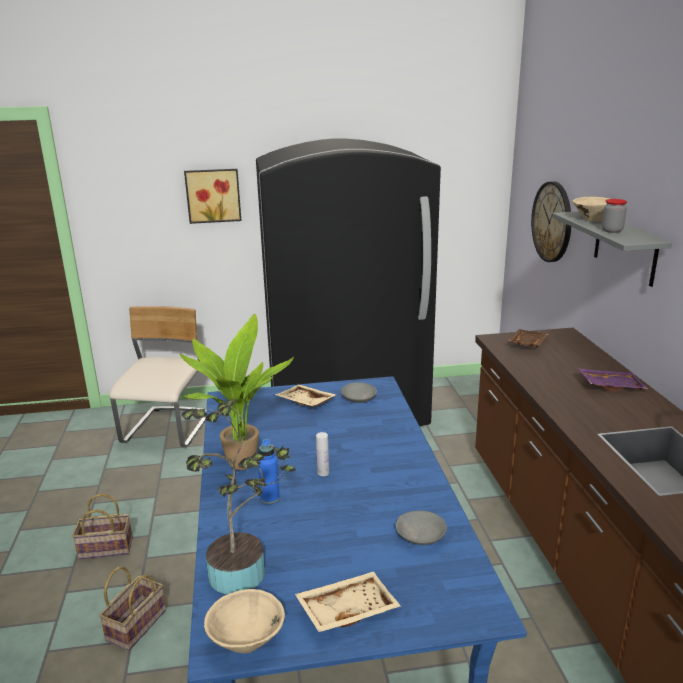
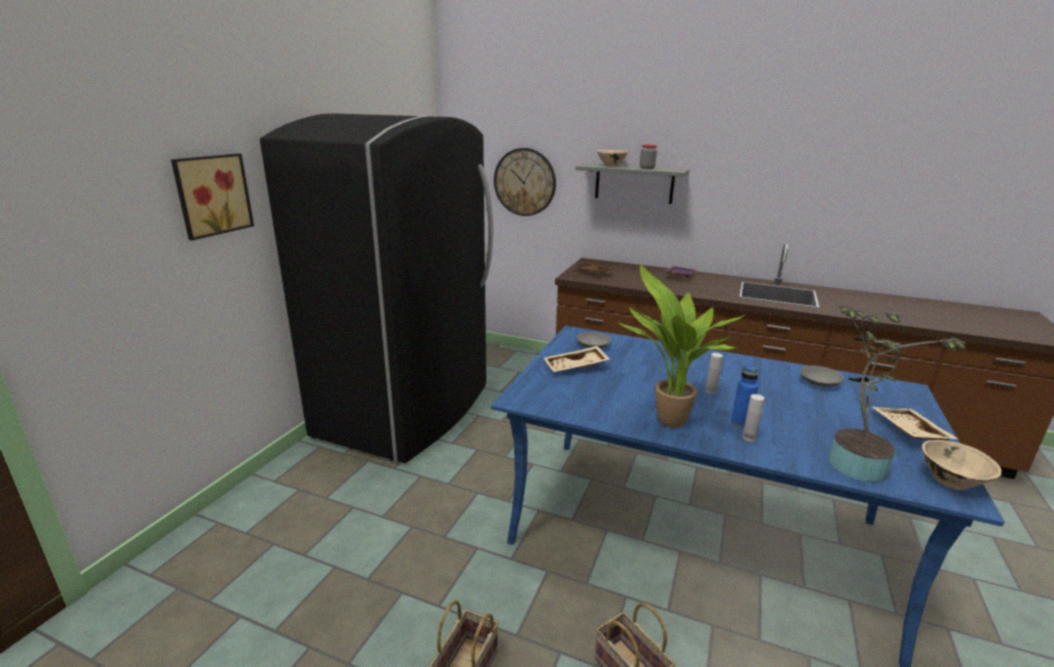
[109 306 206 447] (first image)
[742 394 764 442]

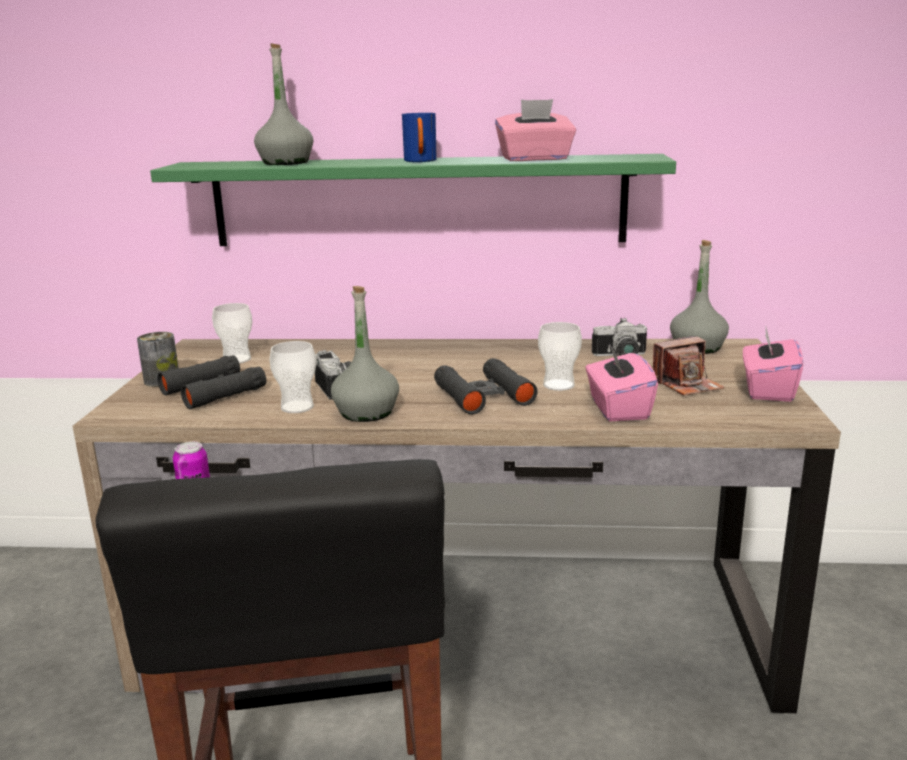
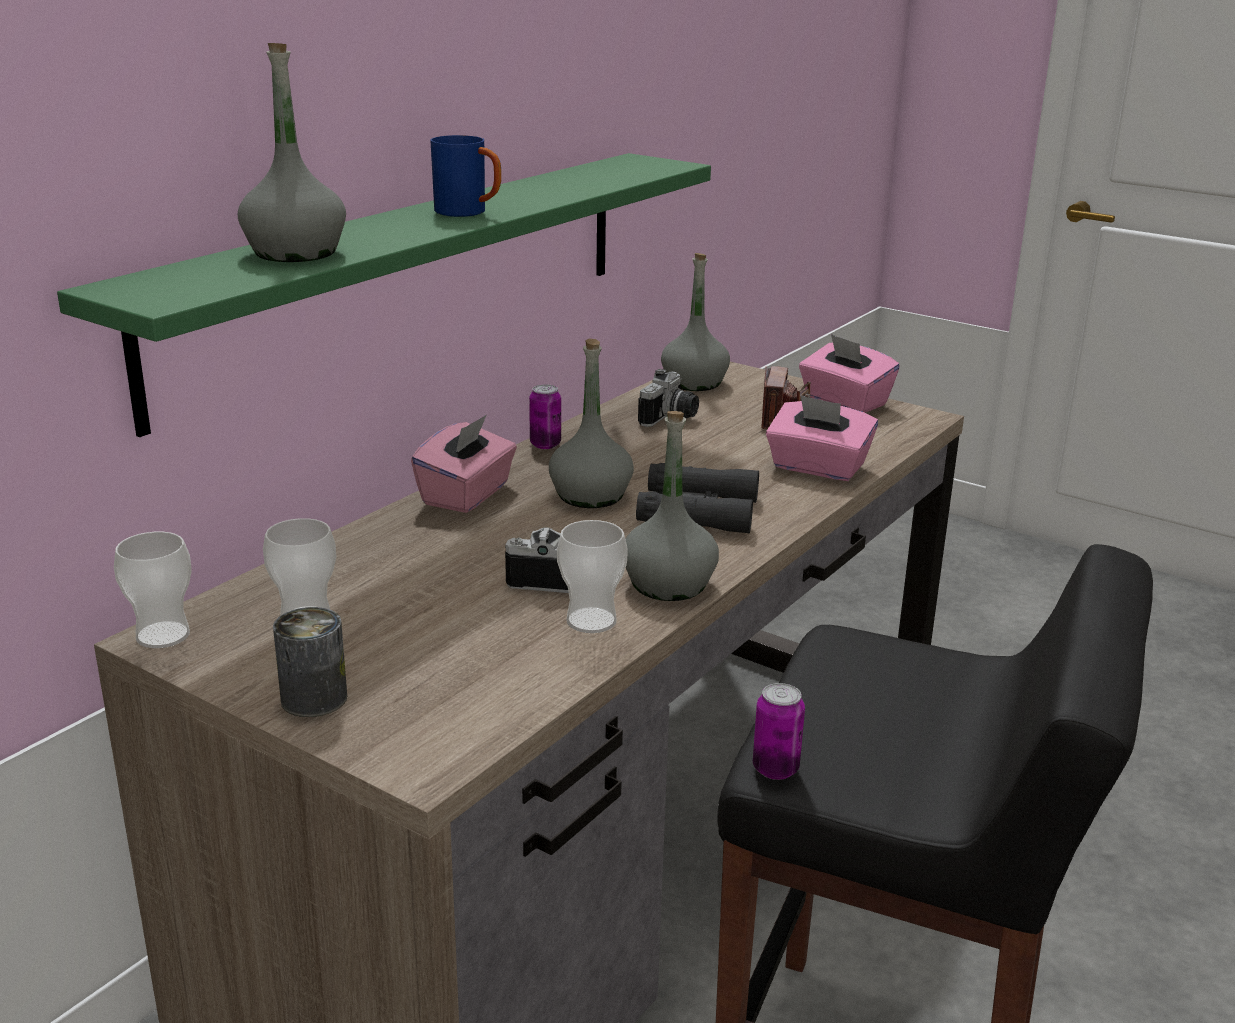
[157 355 266 409] (first image)
[411 415 517 513]
[114 532 192 648]
[529 384 561 449]
[549 338 634 508]

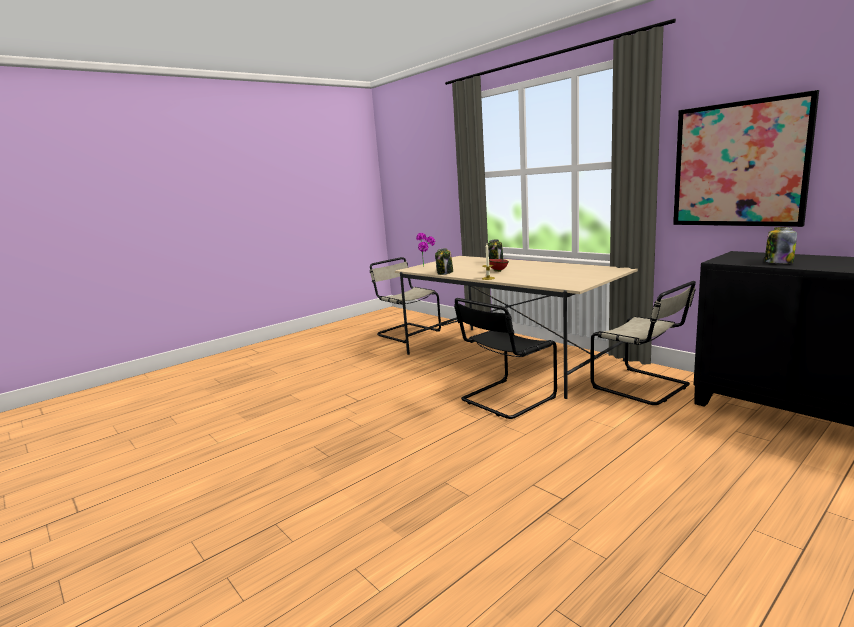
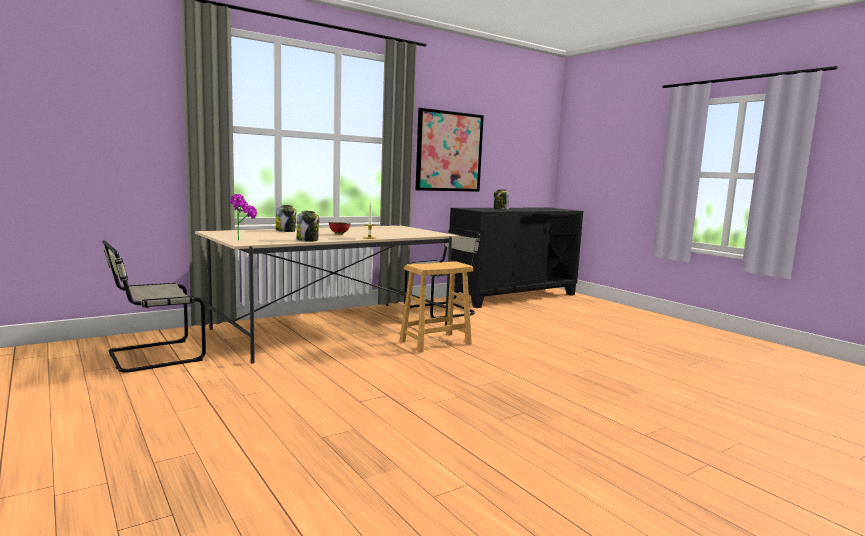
[399 261 474 353]

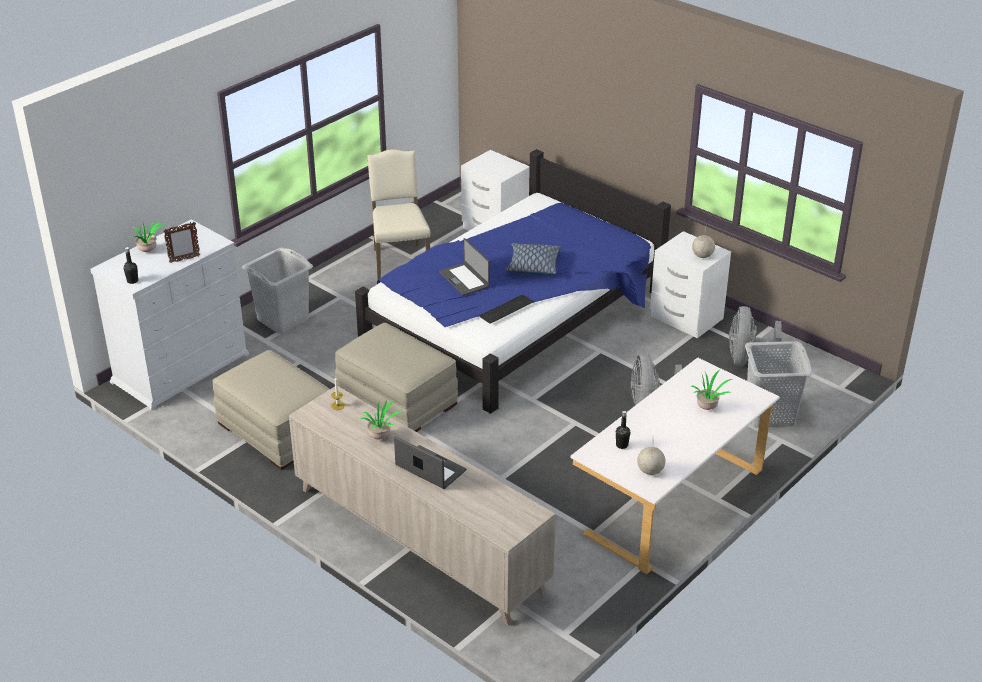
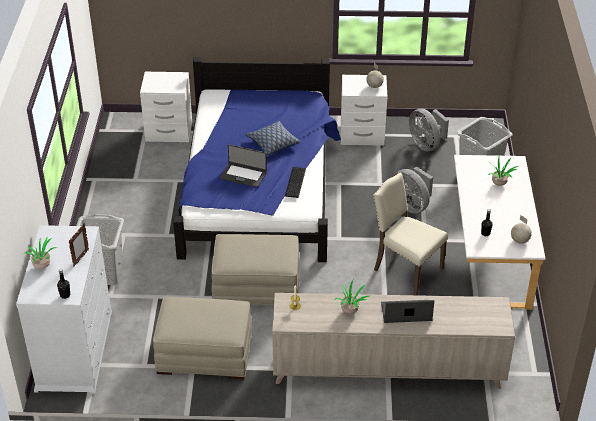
[373 173 448 295]

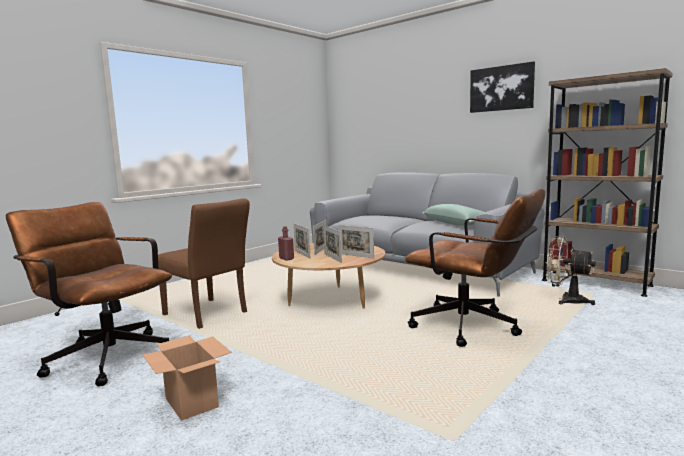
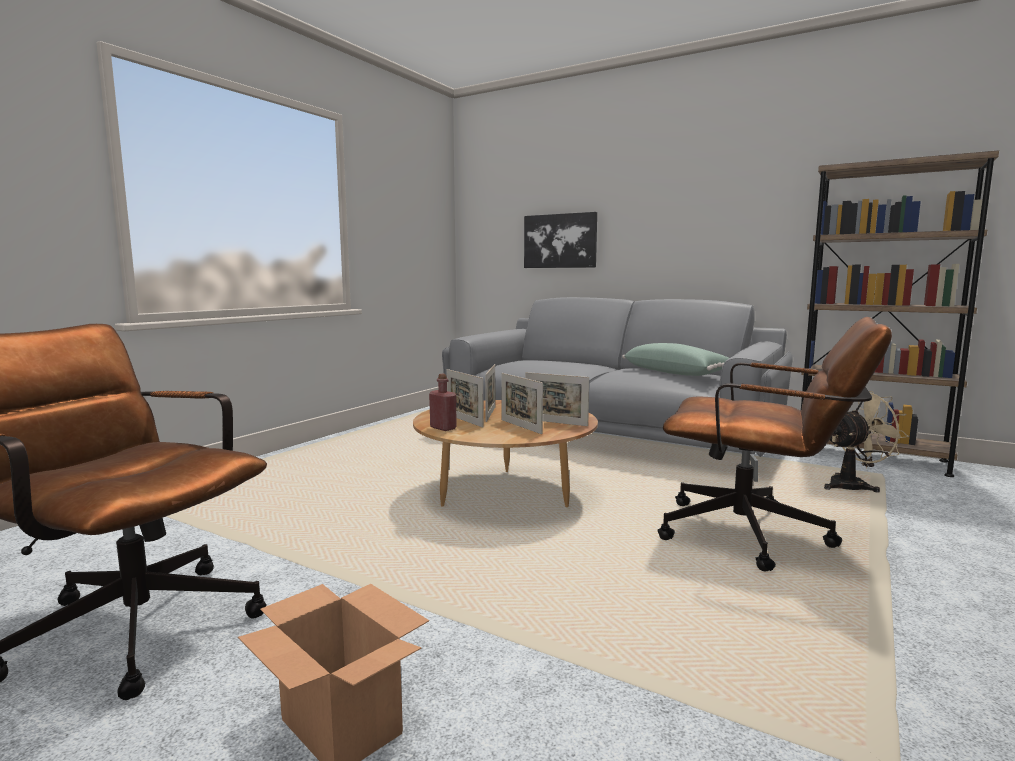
[158 198 250 329] (first image)
[524 212 597 268]
[824 391 909 493]

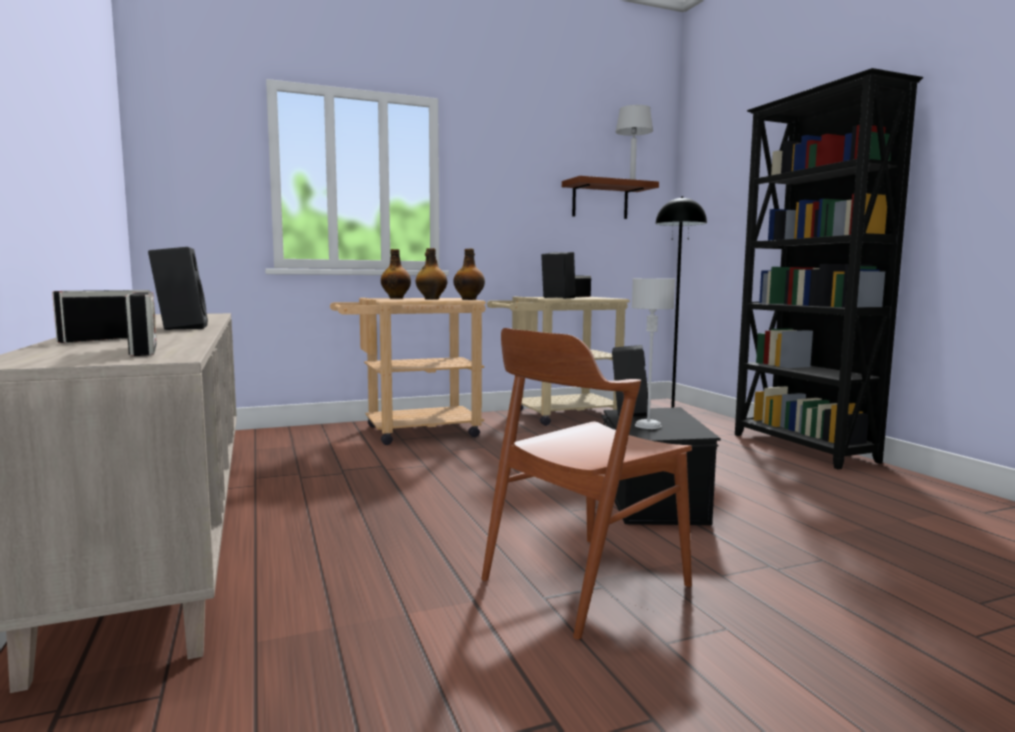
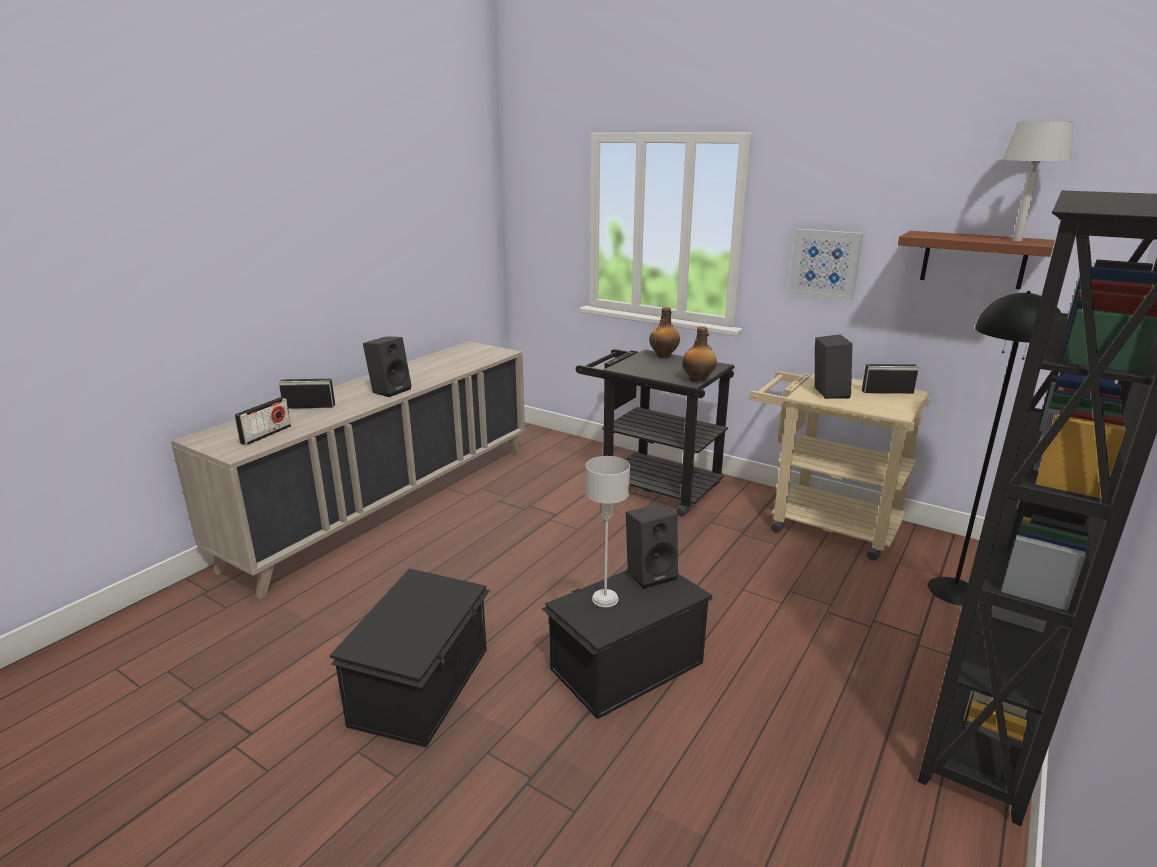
[576 349 734 516]
[416 248 448 299] (first image)
[330 569 490 748]
[788 229 863 301]

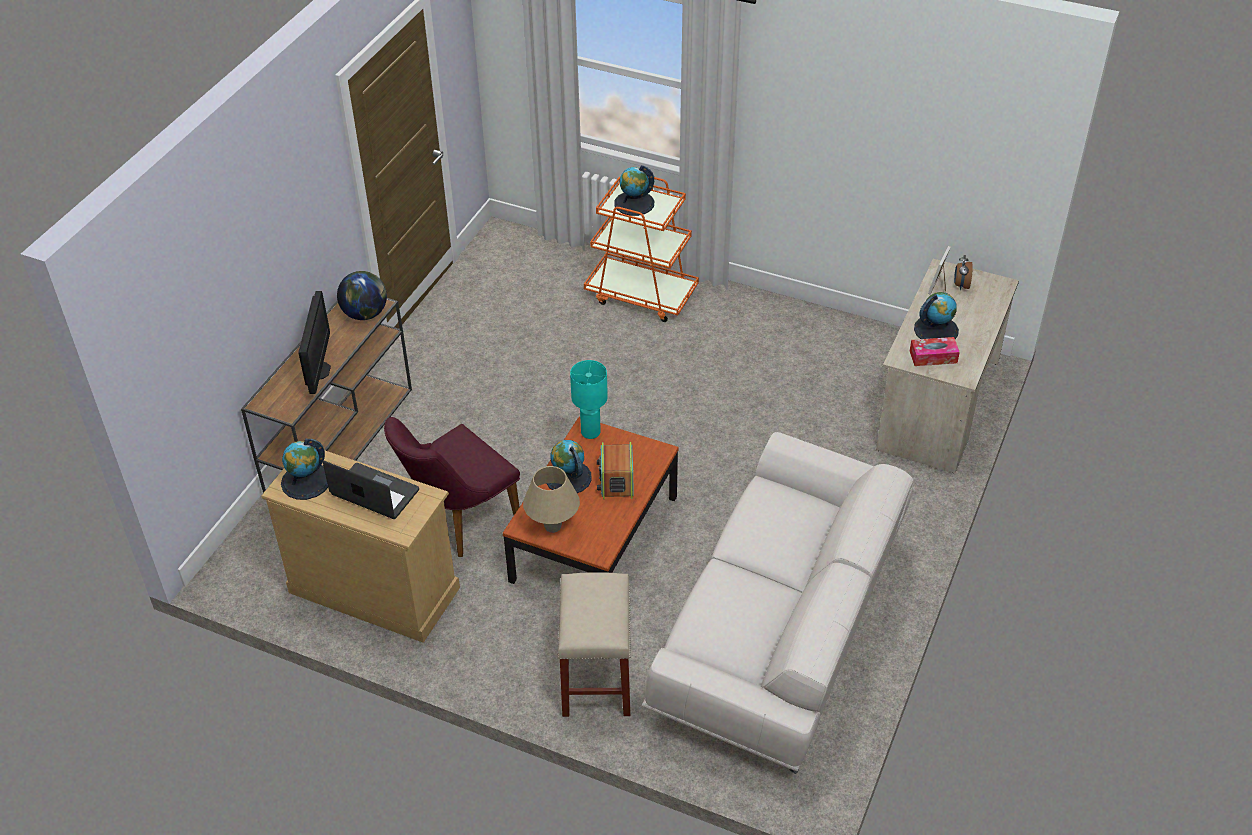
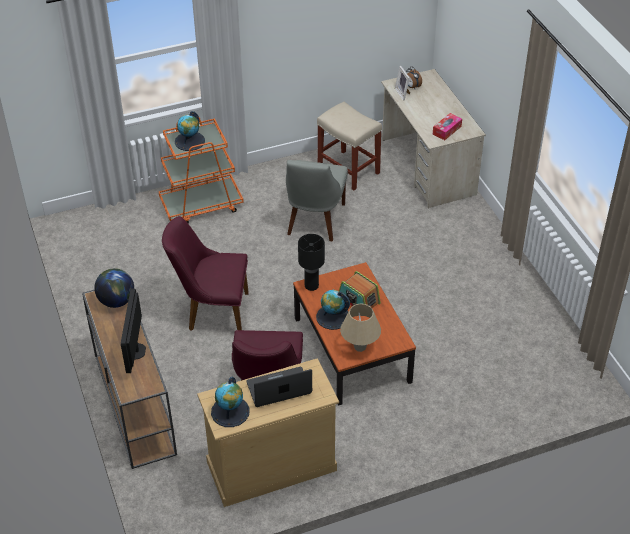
[121 289 146 373]
[317 102 382 190]
[298 234 325 291]
[642 432 913 774] (first image)
[914 292 959 339] (first image)
[162 216 249 331]
[286 160 348 241]

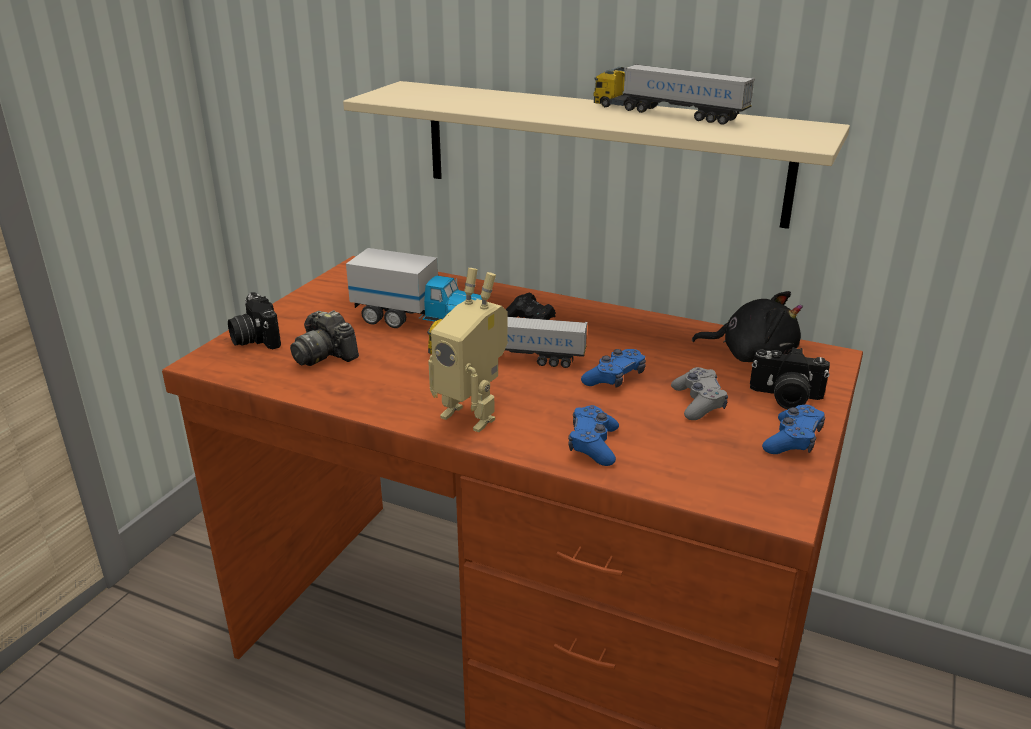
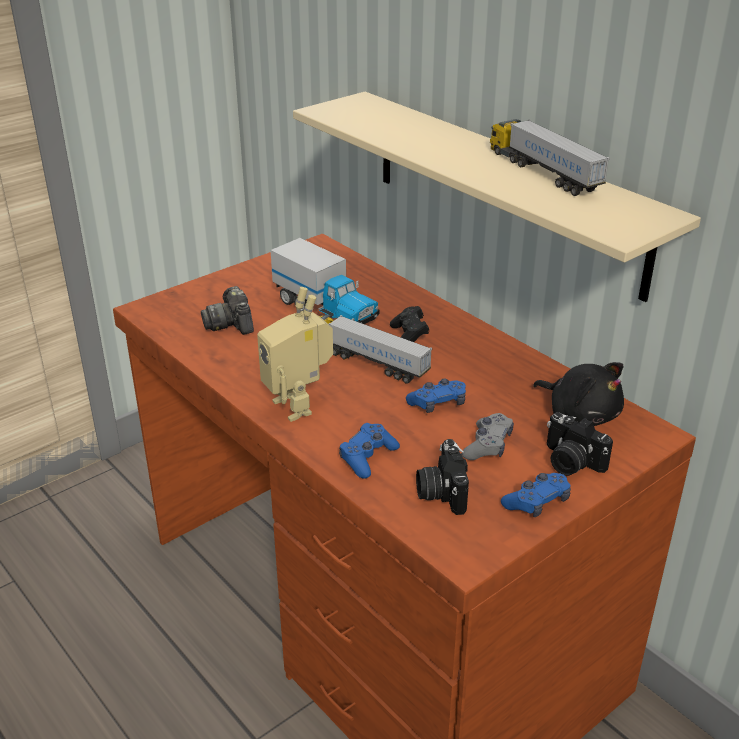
[416 439 469 515]

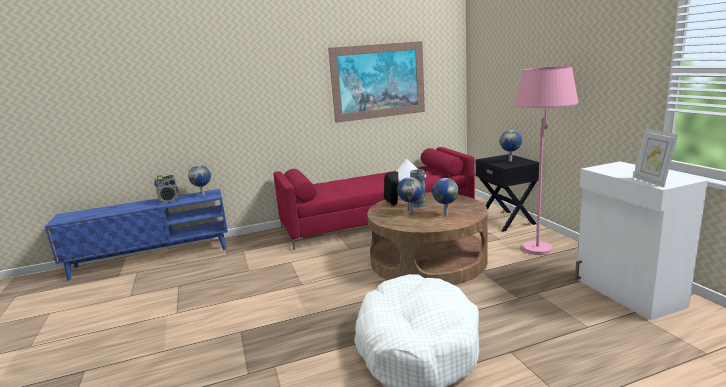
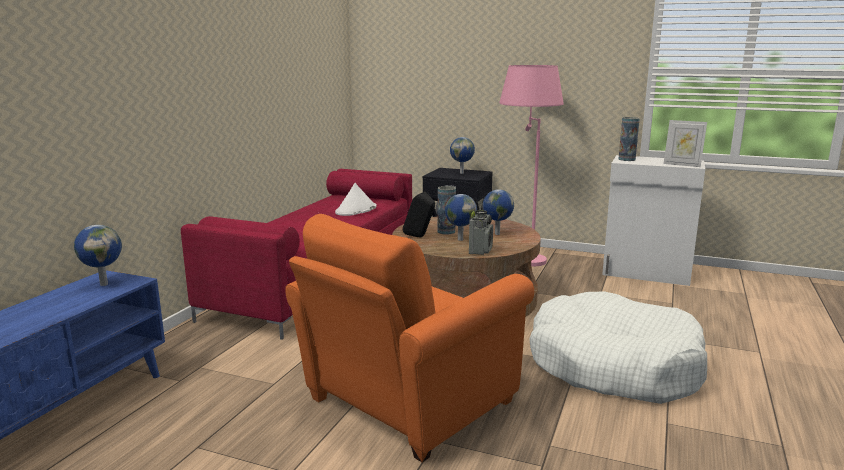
[469 210 493 255]
[328 41 425 123] (first image)
[285 214 534 463]
[618 117 640 161]

